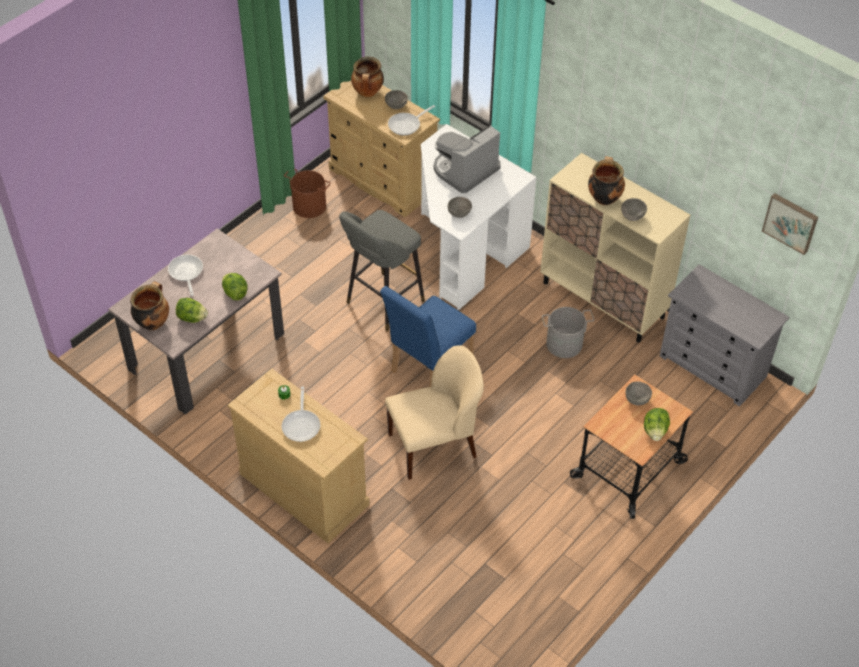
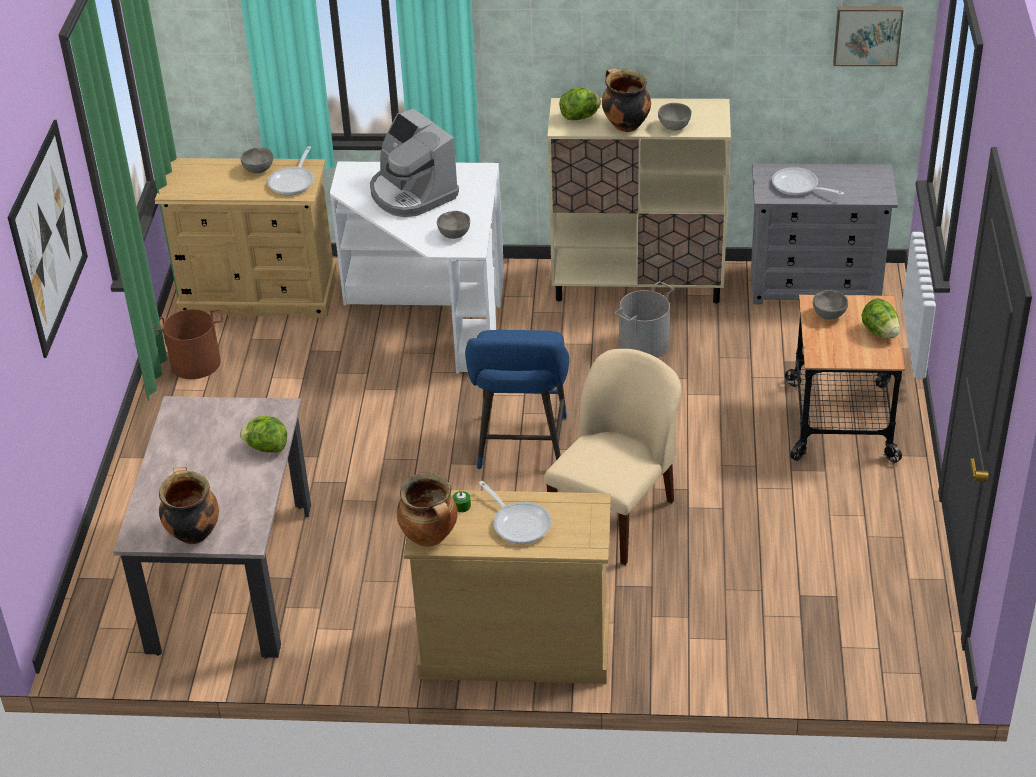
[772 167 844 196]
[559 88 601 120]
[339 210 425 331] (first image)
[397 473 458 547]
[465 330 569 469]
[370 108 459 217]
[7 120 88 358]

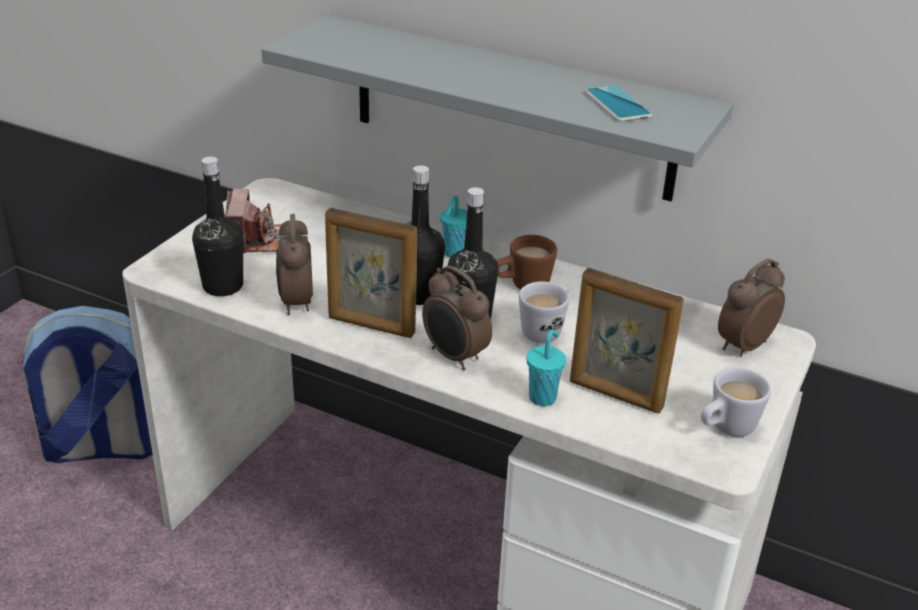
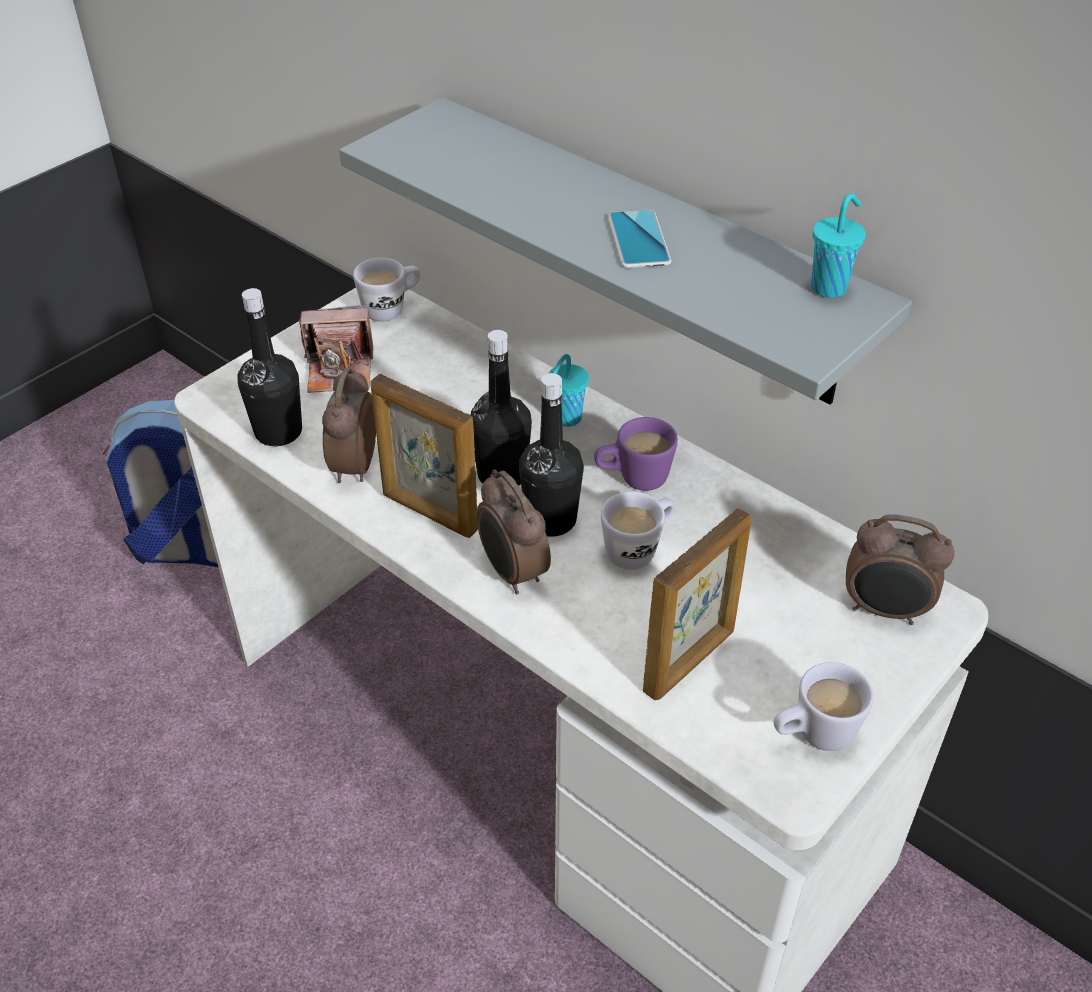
[299 305 373 393]
[594 417 678 491]
[811 193 866 298]
[643 508 751 700]
[608 209 671 268]
[846 514 954 625]
[353 258 420 322]

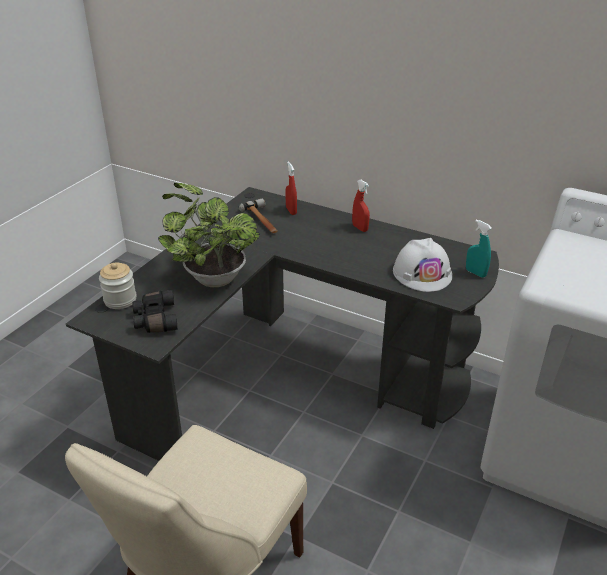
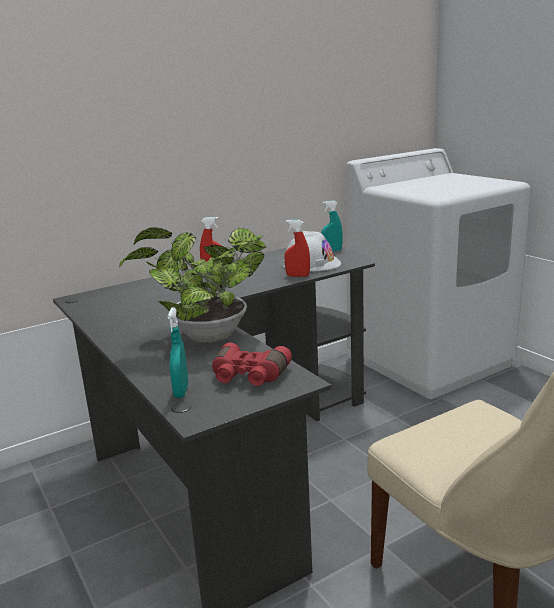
[167 307 188 398]
[212 343 292 386]
[239 198 278 233] (first image)
[284 220 310 277]

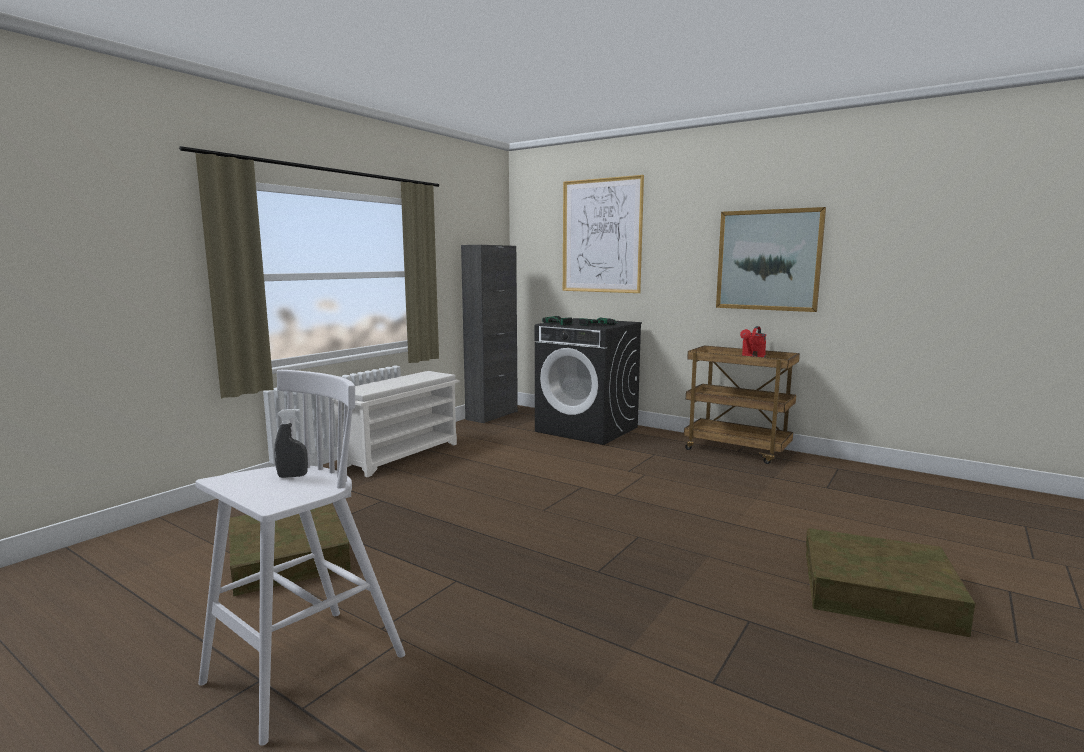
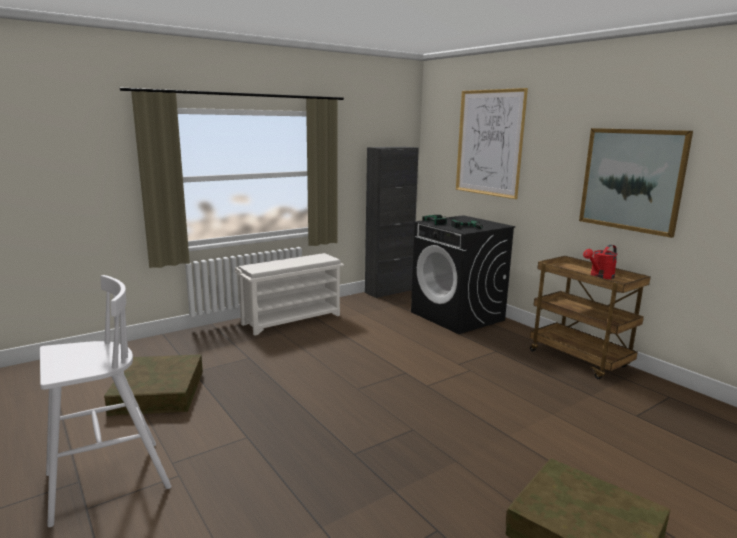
[274 409 308 478] (first image)

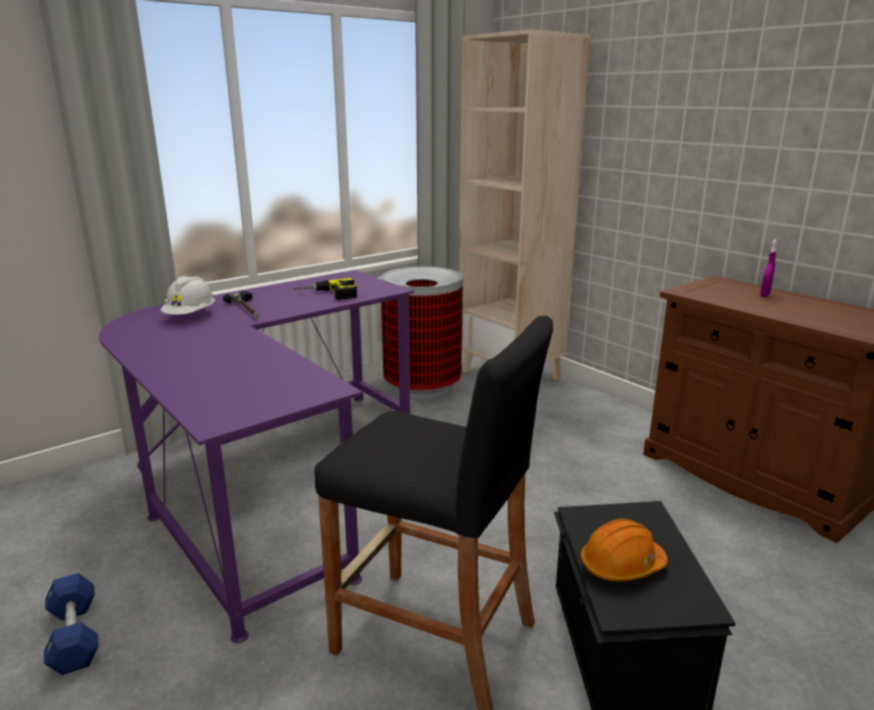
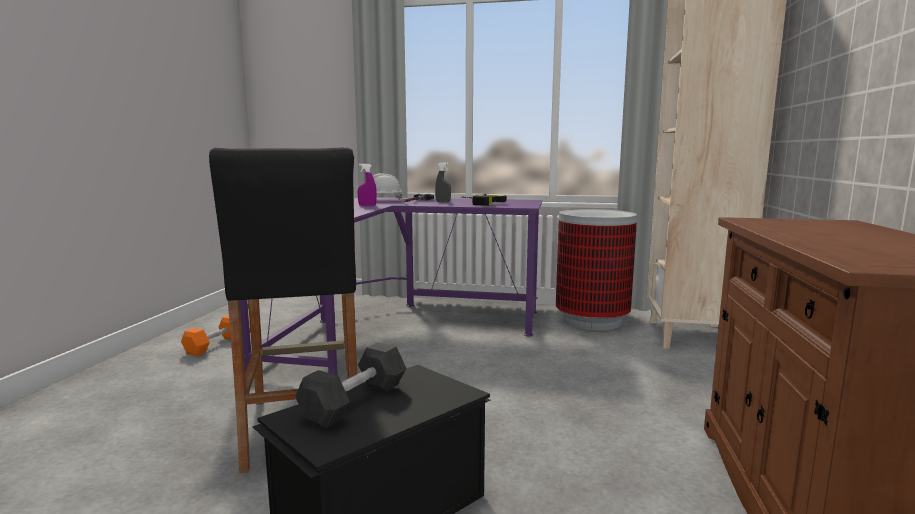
[181 315 231 356]
[295 342 407 428]
[358 163 377 206]
[435 163 451 202]

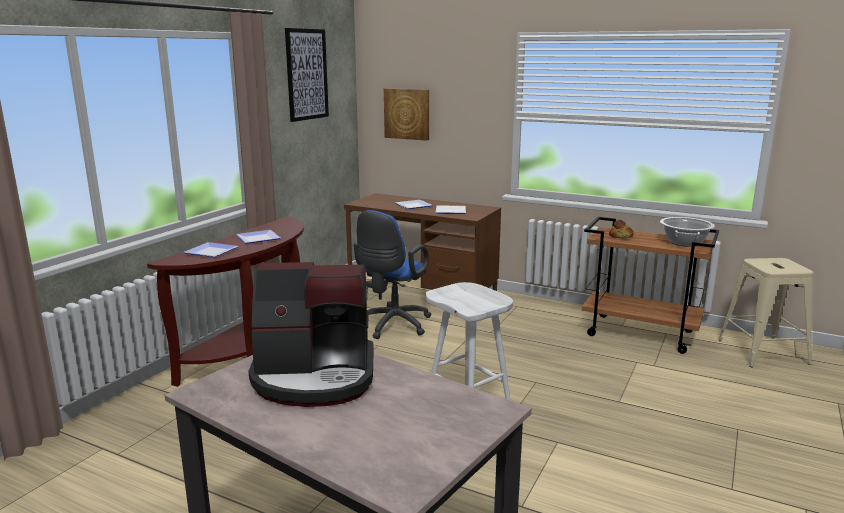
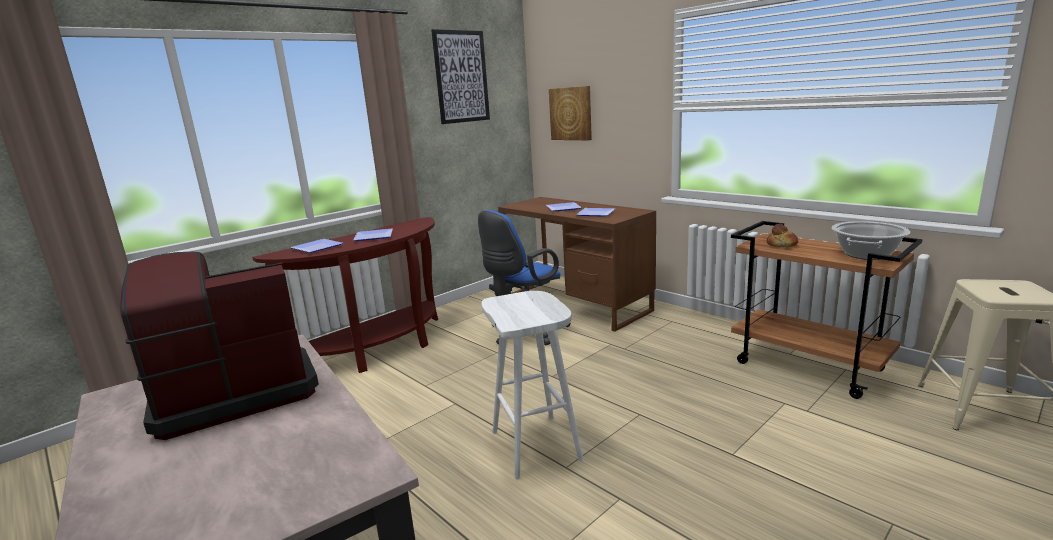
[120 252 319 440]

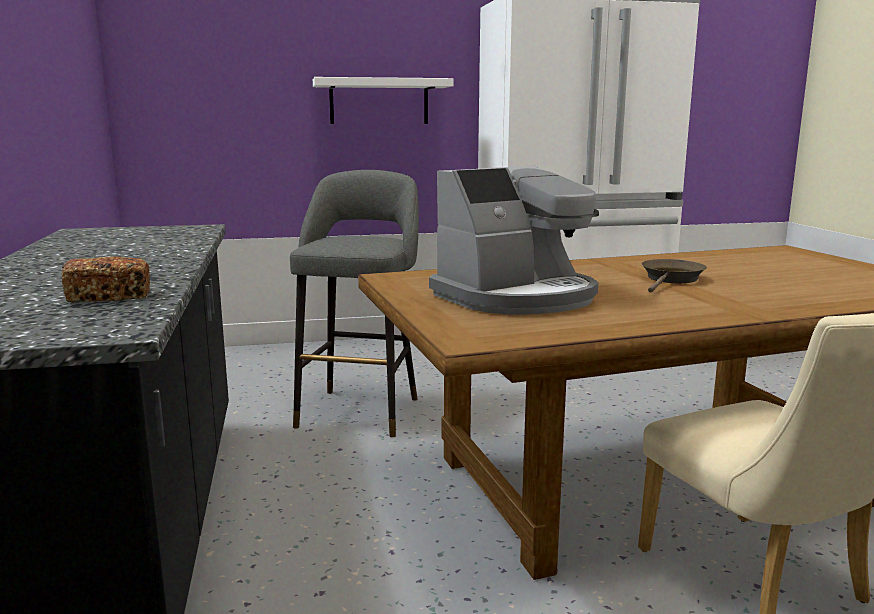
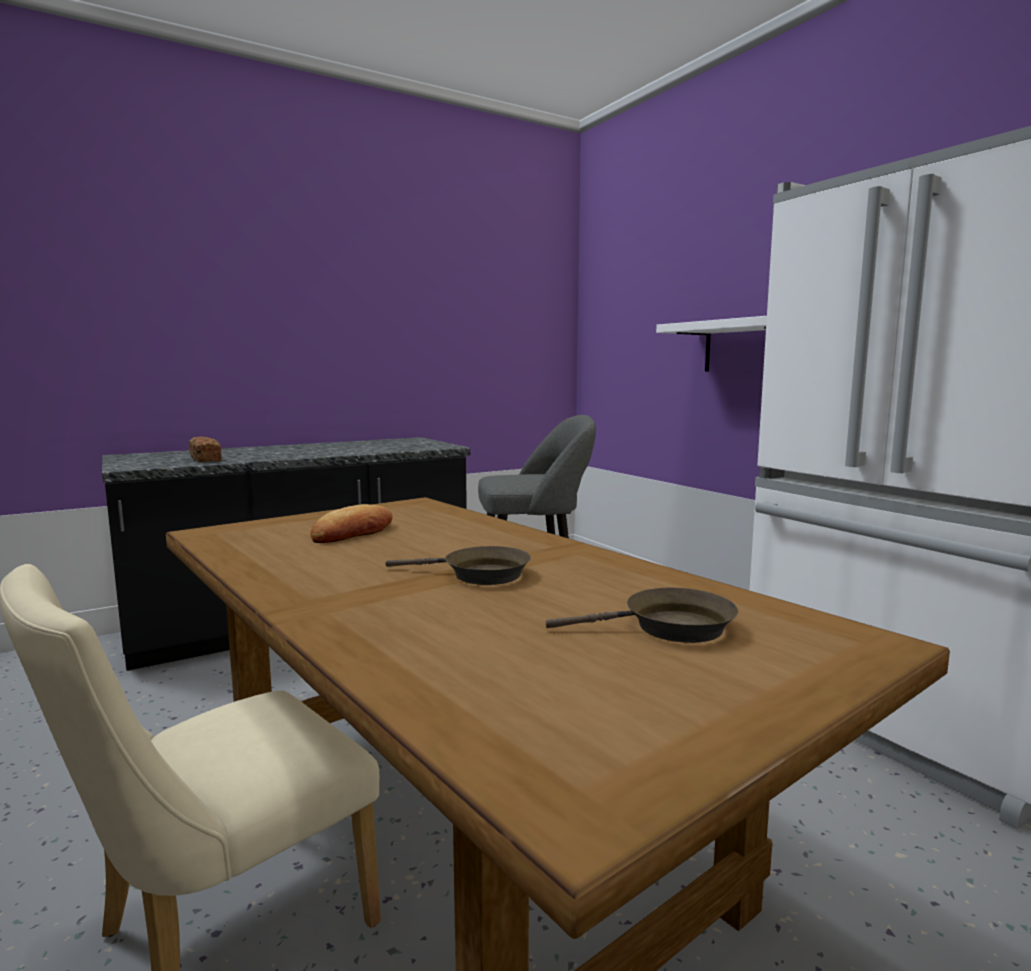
[310 504 393 543]
[546 588 738 643]

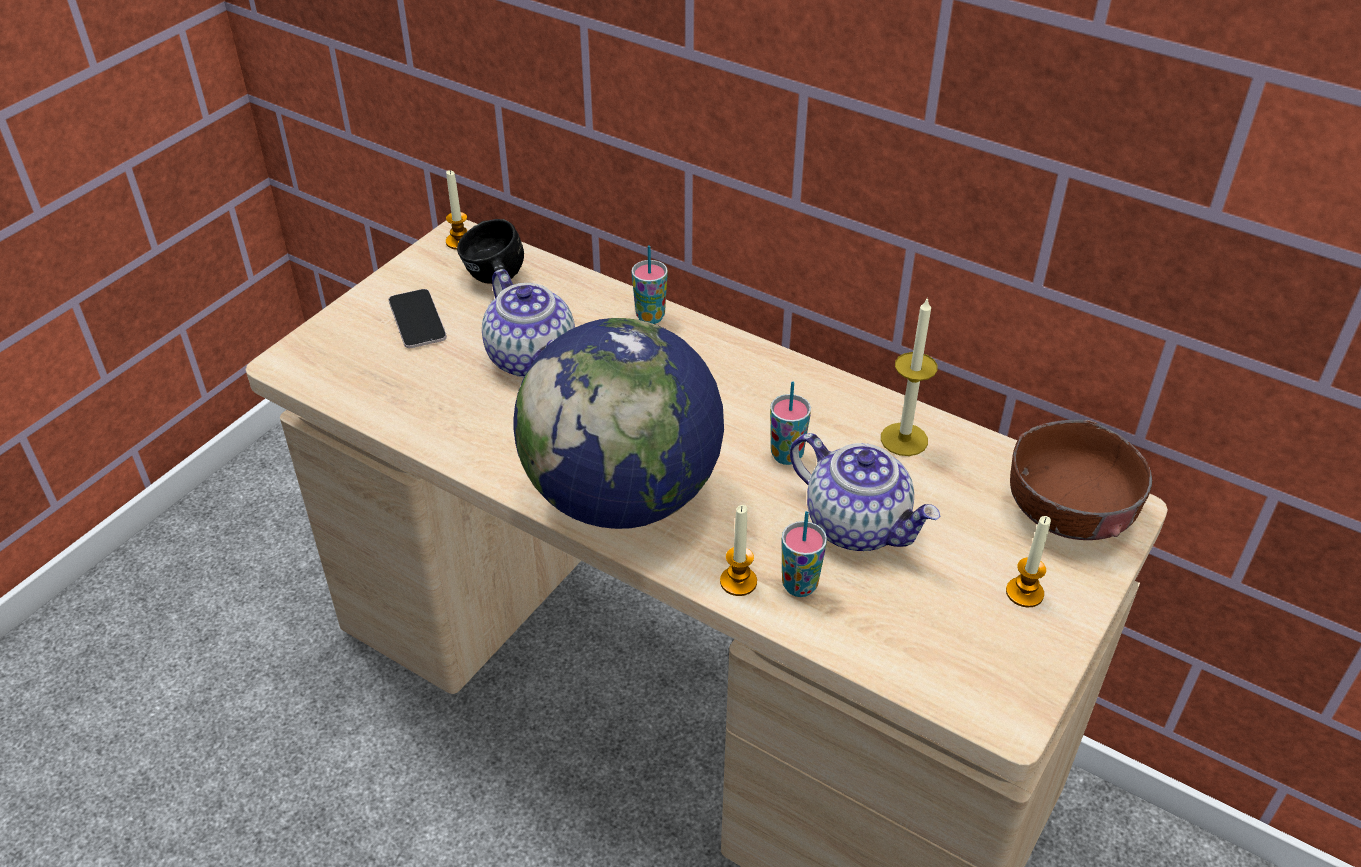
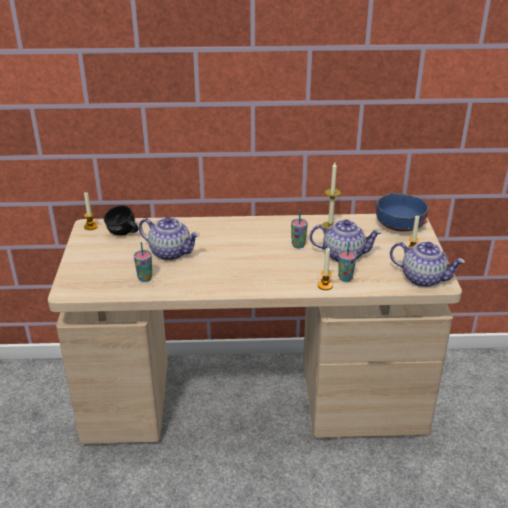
[389 289 447 348] (first image)
[514 318 724 529] (first image)
[134 242 152 282]
[375 193 429 231]
[390 242 465 287]

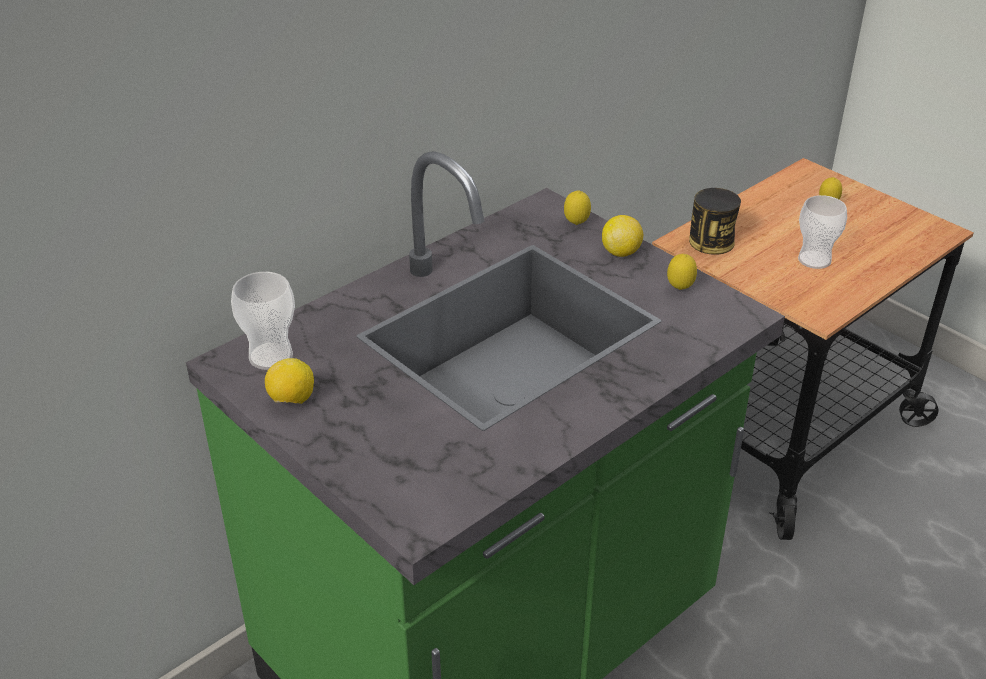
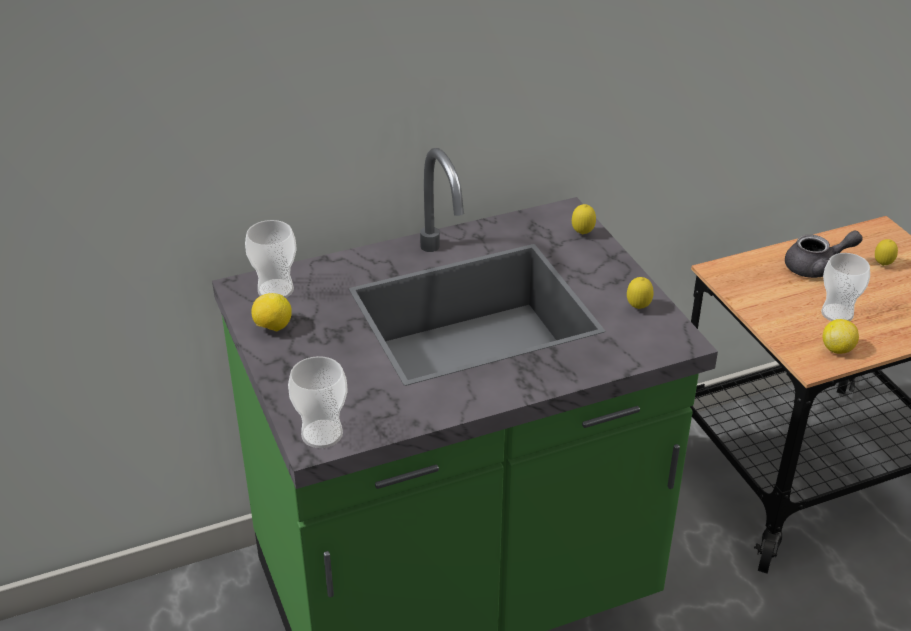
[823 319 859 354]
[689 188 741 255] (first image)
[288 356 348 448]
[785 230 863 278]

